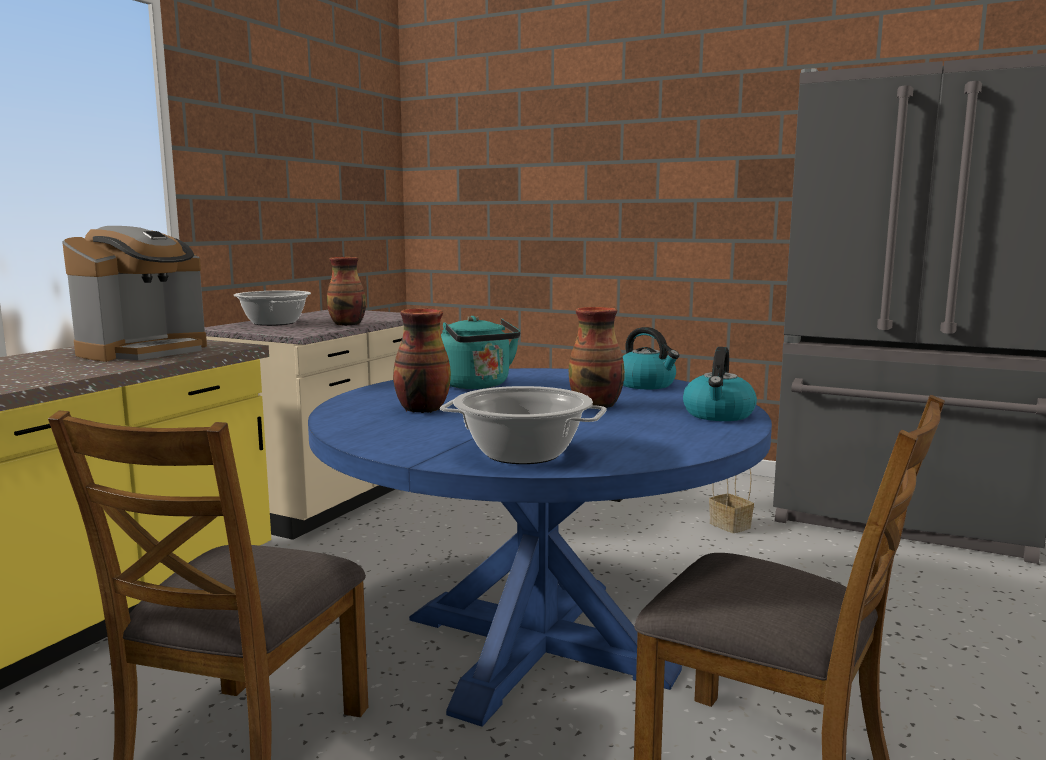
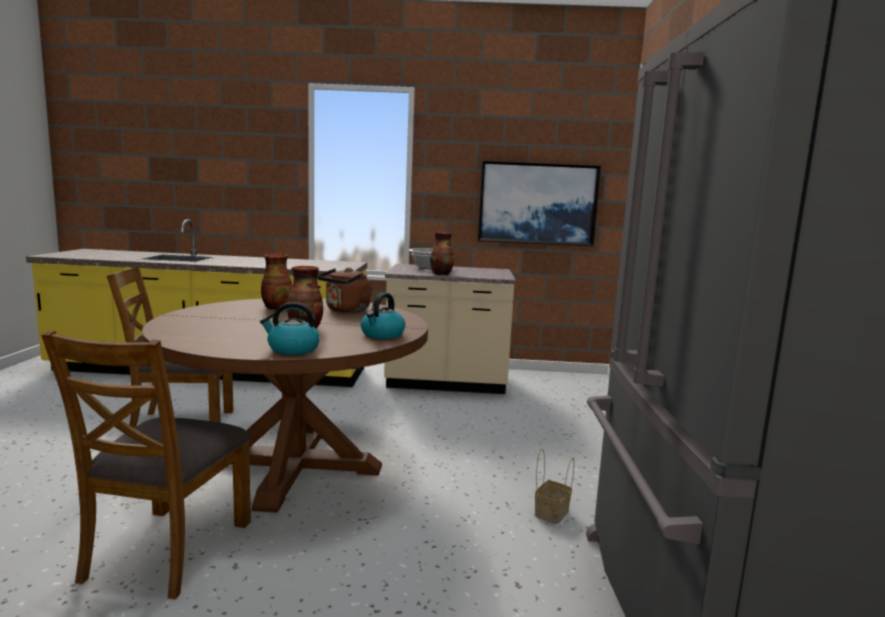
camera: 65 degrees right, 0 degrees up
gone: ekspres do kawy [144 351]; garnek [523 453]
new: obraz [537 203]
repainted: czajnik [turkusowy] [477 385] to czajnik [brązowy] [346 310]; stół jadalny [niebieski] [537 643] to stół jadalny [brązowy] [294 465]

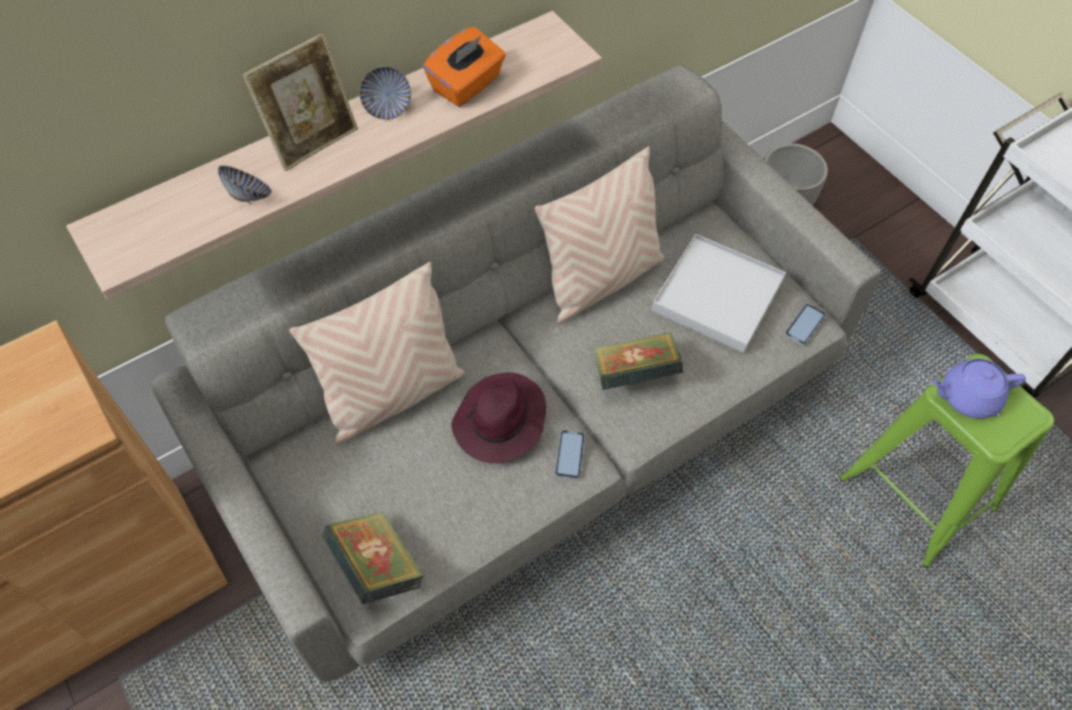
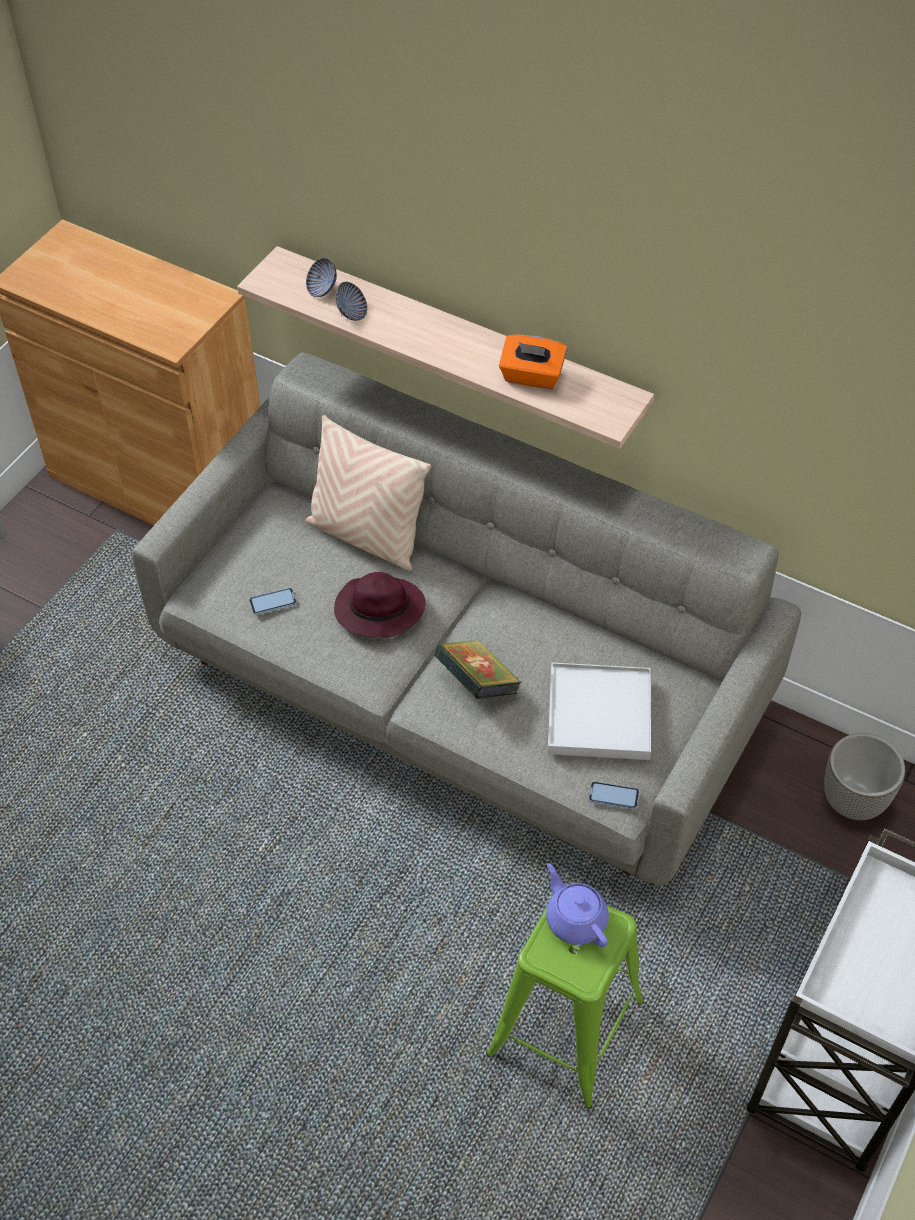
camera: 65 degrees right, 5 degrees down
gone: ramka na zdjęcie [313 140]; poduszka [beżowy] [601 280]; książka [377 567]
shifted: miska [387 108] to [322 289]; telefon [570 455] to [273 602]

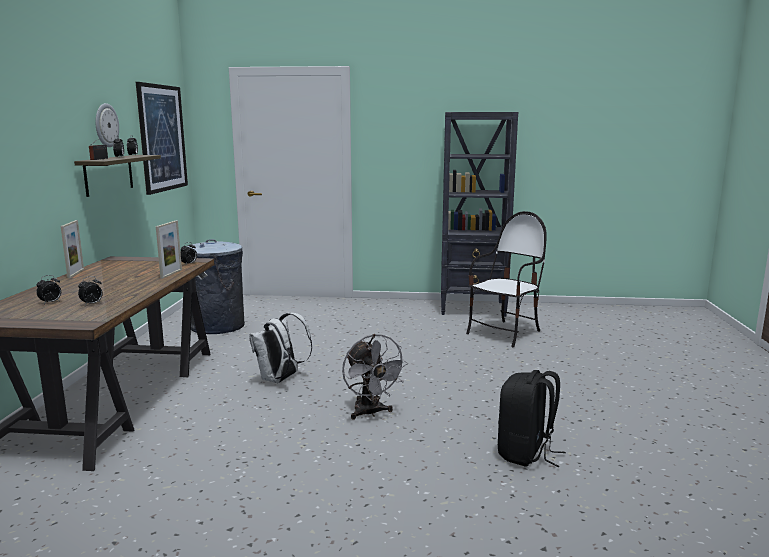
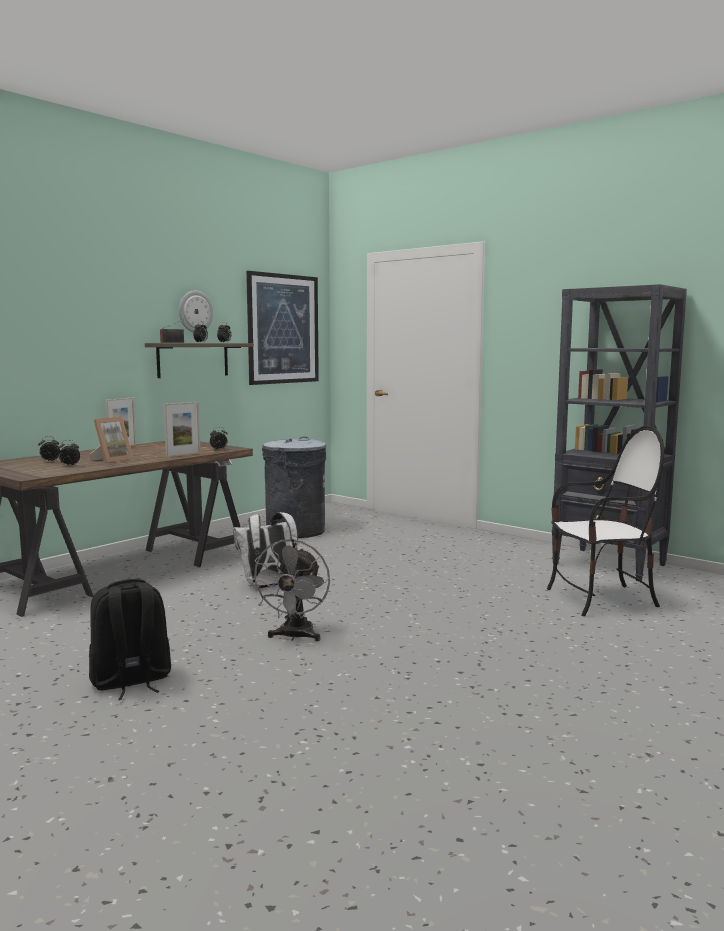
camera: 35 degrees right, 5 degrees down
new: ramka na zdjęcie [112 460]
shifted: plecak [czarny] [526 453] to [130 681]

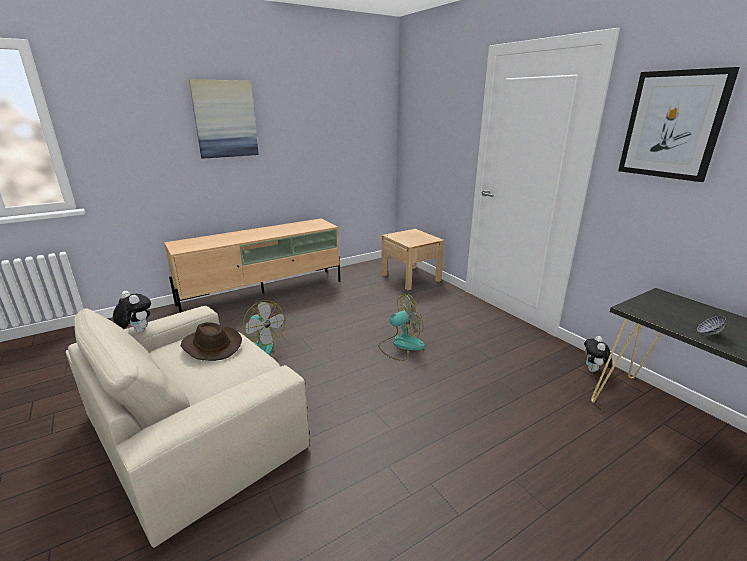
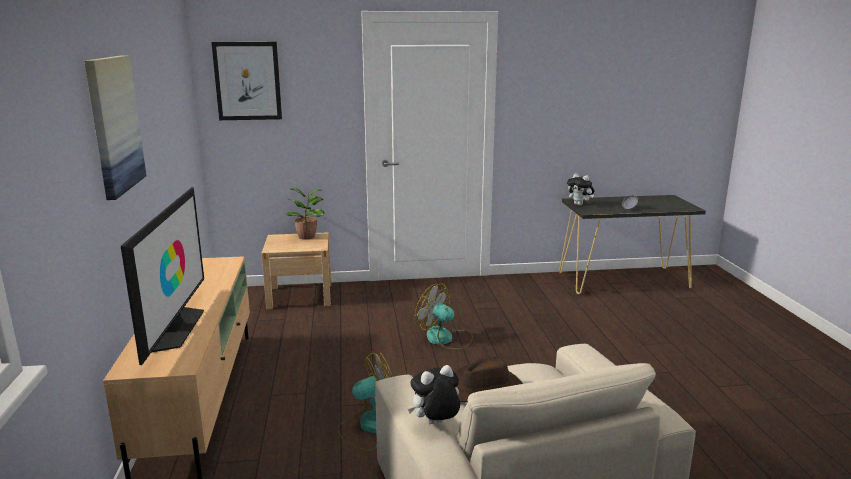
camera: 65 degrees left, 5 degrees down
new: telewizor [175 328]; roślina doniczkowa [308 236]
shifted: obraz [672 125] to [247 81]; pluszak [594 371] to [579 204]
rotated: wentylator [401 345] = [445 339] 60 degrees counterclockwise

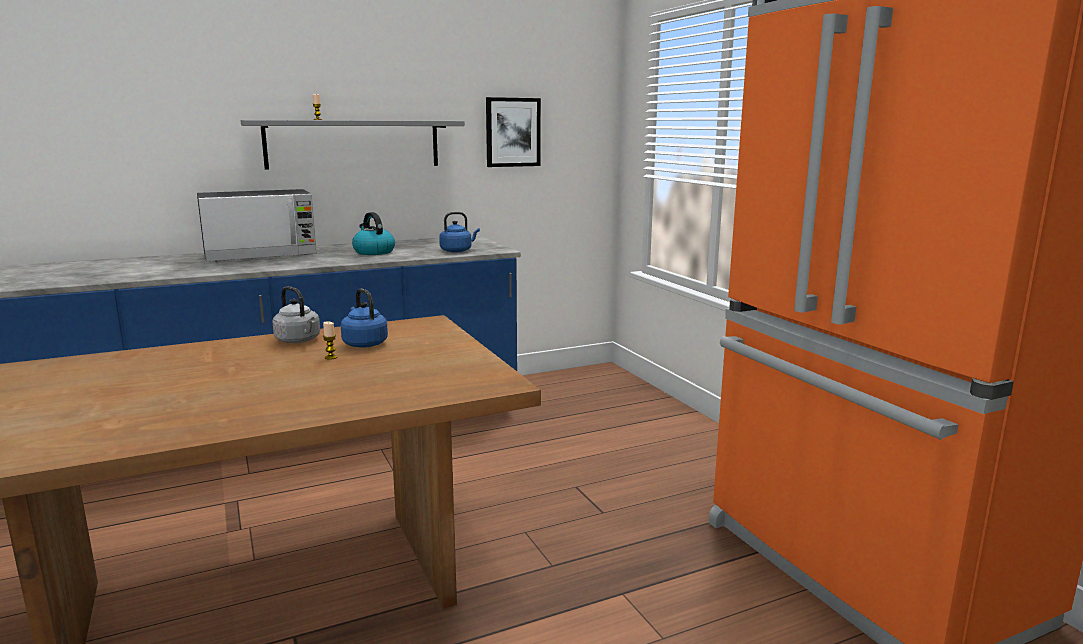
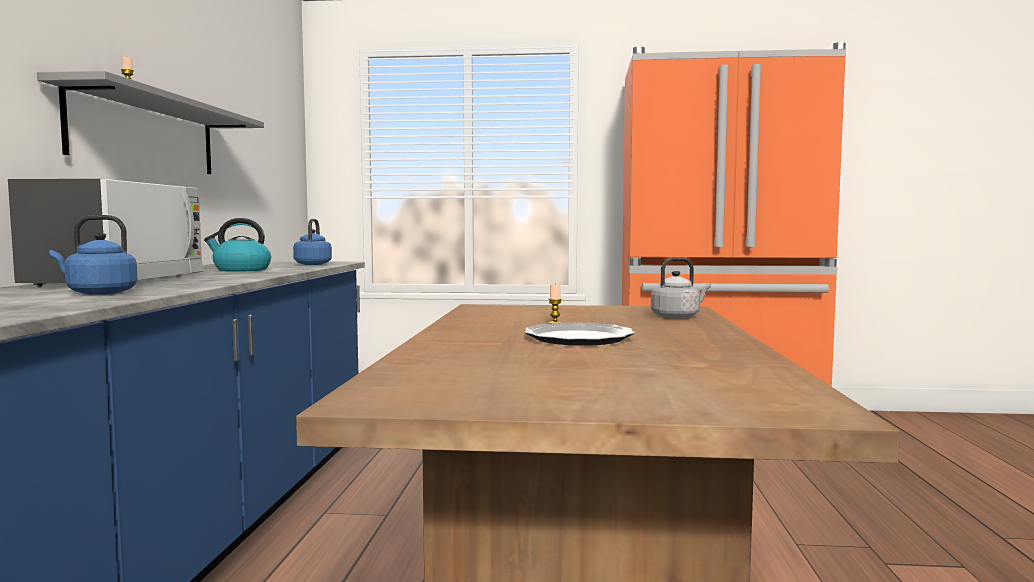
camera: 60 degrees left, 10 degrees down
gone: obraz [512 132]
new: talerz [579 338]
shifted: czajnik [szary] [299 341] to [677 316]; czajnik [niebieski] [364 343] to [98 293]

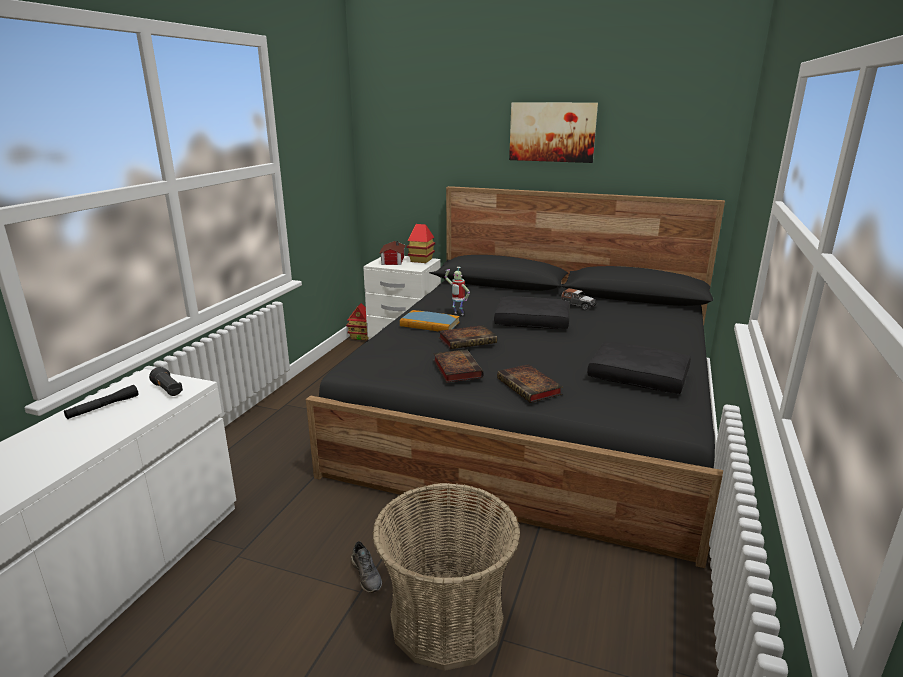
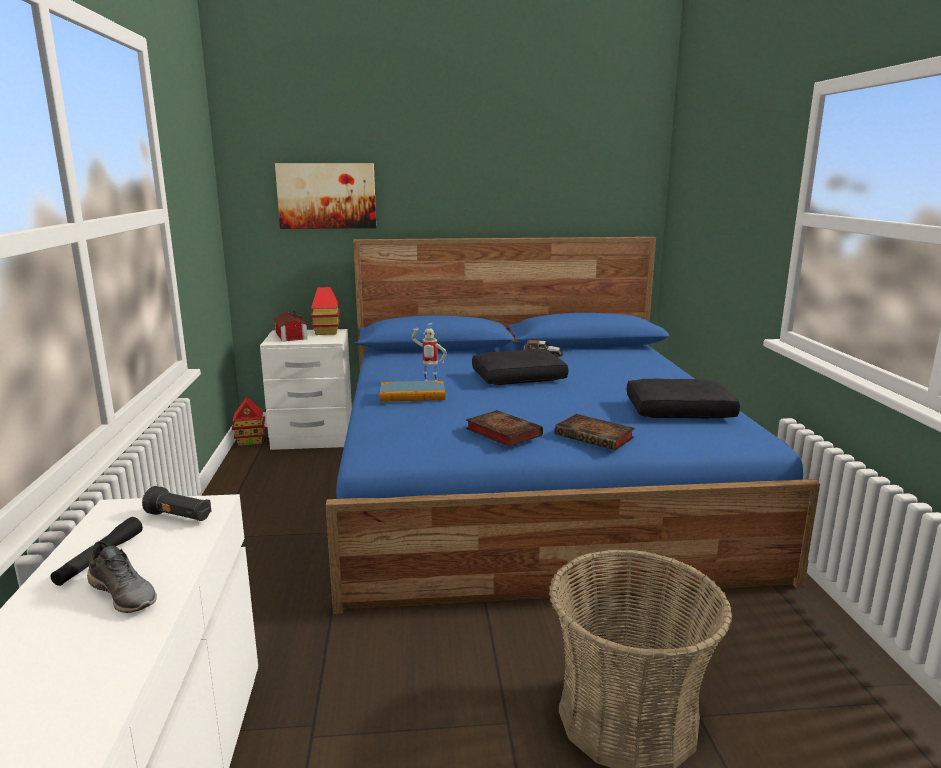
camera: 25 degrees left, 5 degrees down
gone: książka [468 340]
shifted: obraz [552 132] to [327 196]; but [szary] [367 575] to [124 593]
repainted: łóżko [czarny] [536 415] to łóżko [niebieski] [530 486]

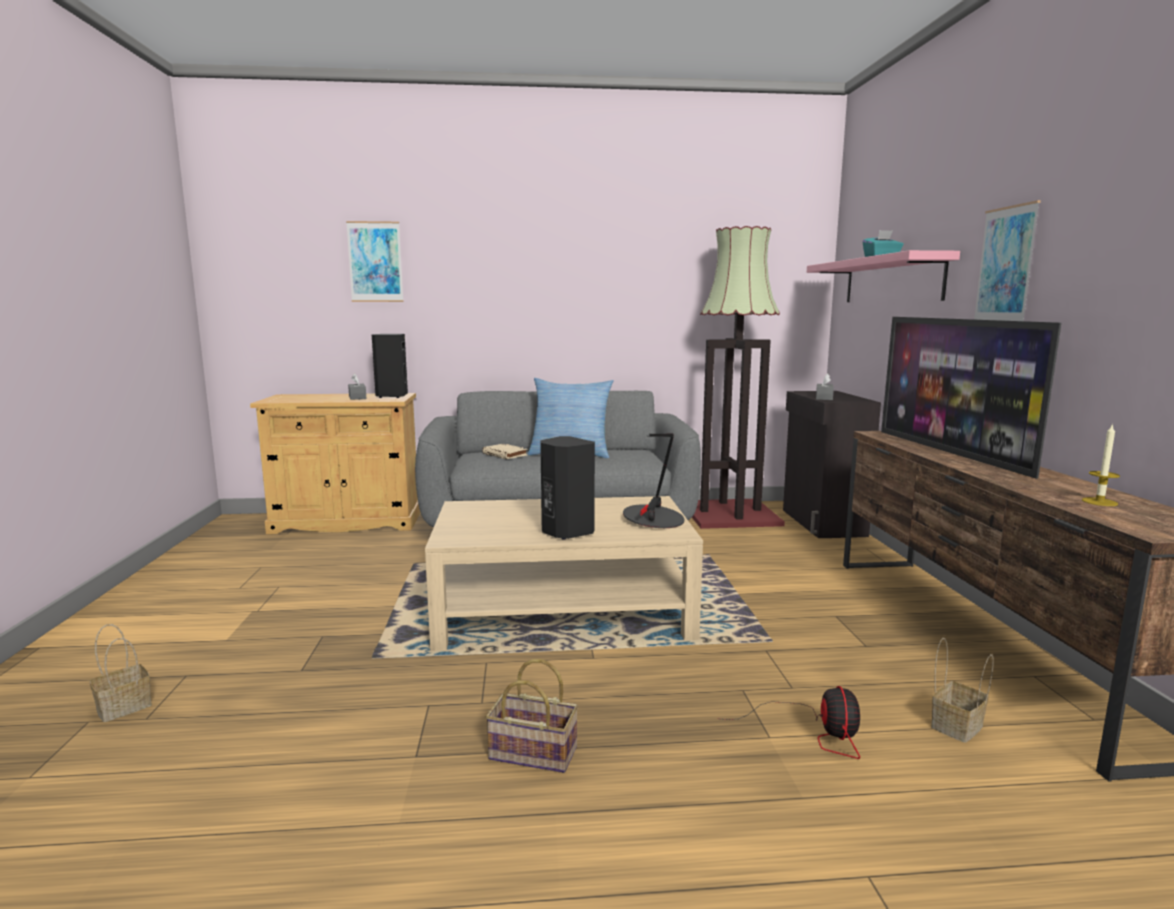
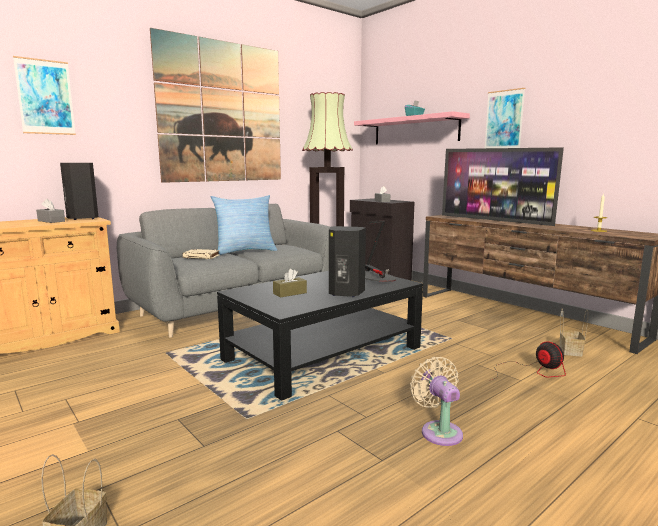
camera: 35 degrees left, 0 degrees up
new: obraz [222 112]; pudełko chusteczek [brązowy] [290 293]
swapped: koszyk [530 754] to wentylator [beżowy] [439 431]
repainted: ława [beżowy] [564 611] to ława [czarny] [324 353]

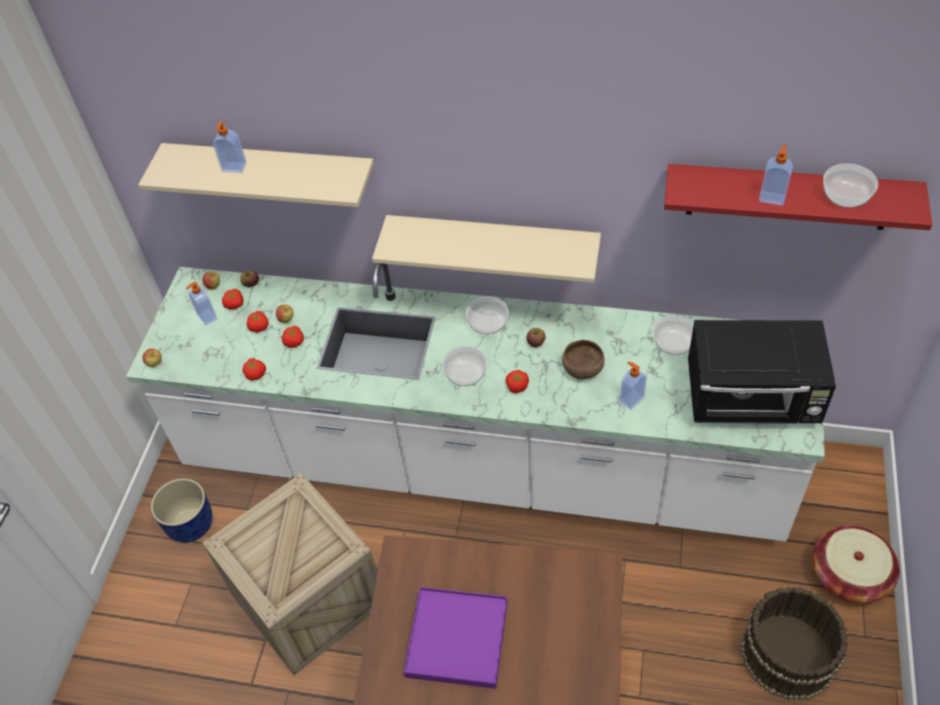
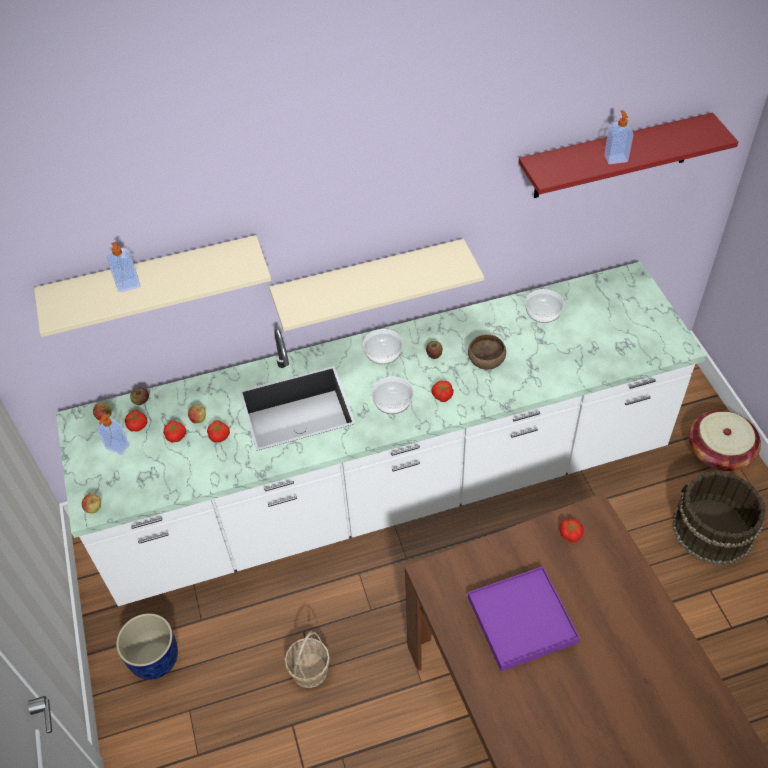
camera: 30 degrees left, 0 degrees up
gone: miska [846 196]; mikrofalówka [czarny] [752 399]; dozownik mydła [631 399]
shifted: pomidor [256 374] to [570 533]
swapped: skrzynka [308 598] to koszyk [309 670]

